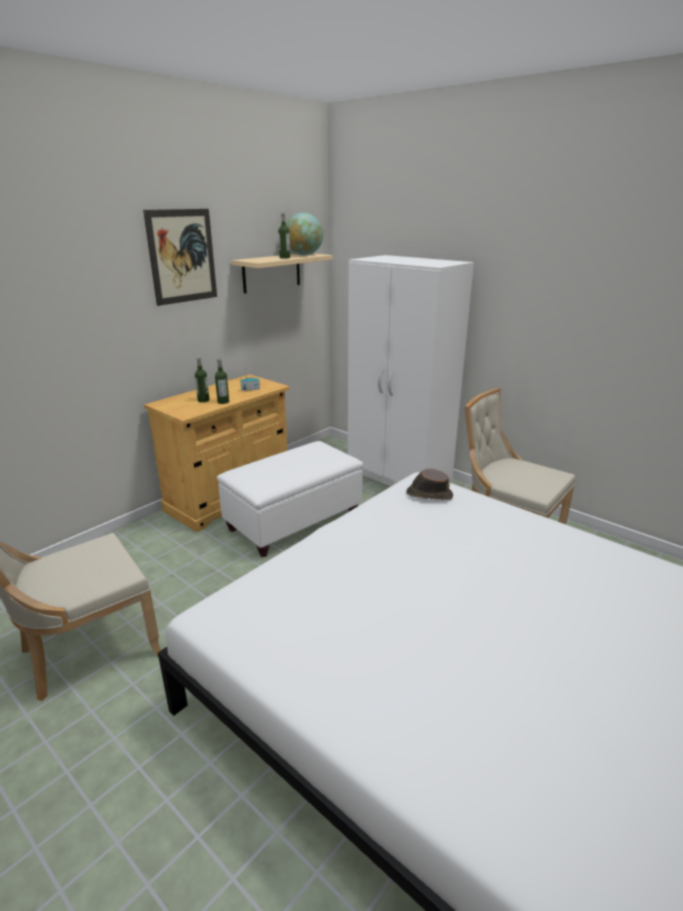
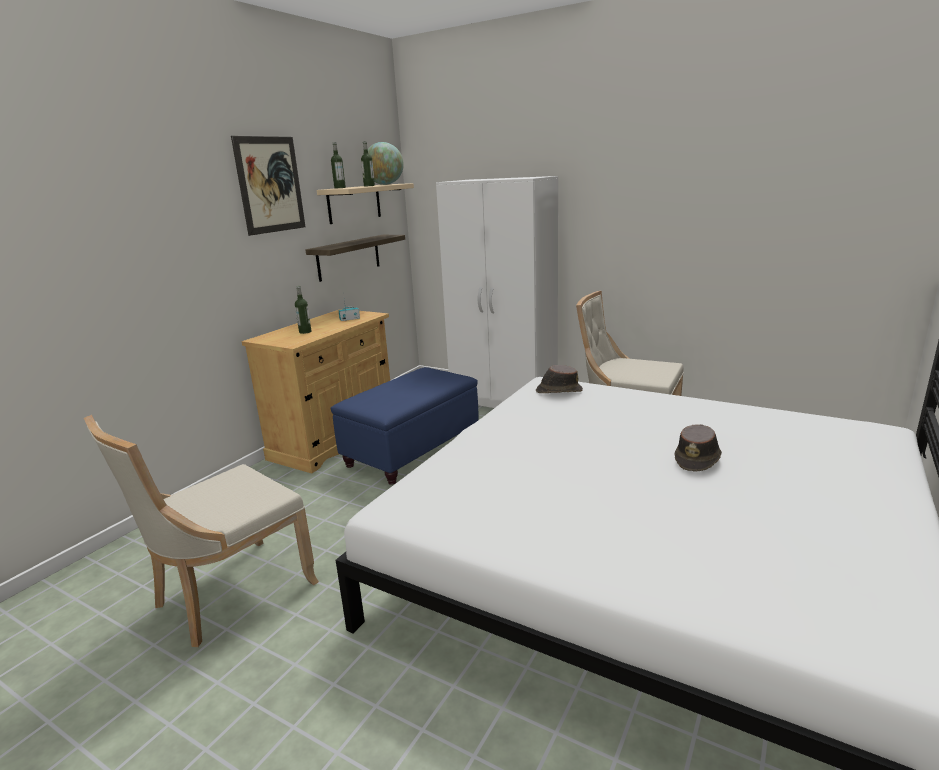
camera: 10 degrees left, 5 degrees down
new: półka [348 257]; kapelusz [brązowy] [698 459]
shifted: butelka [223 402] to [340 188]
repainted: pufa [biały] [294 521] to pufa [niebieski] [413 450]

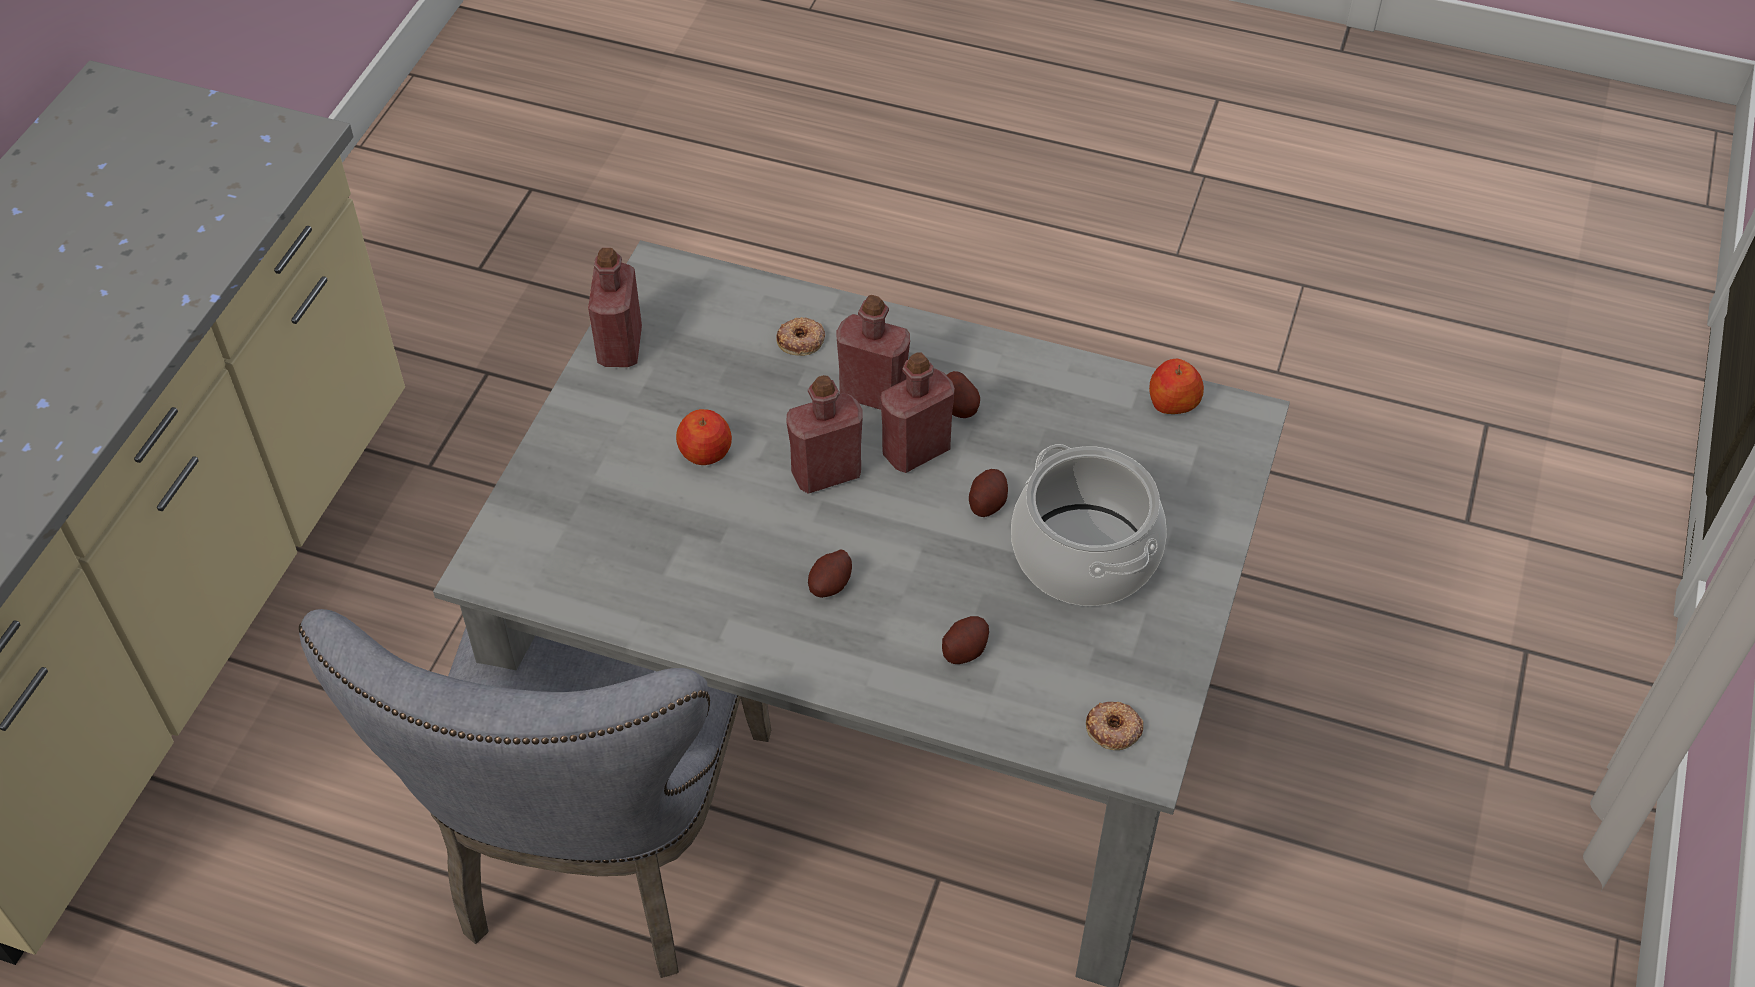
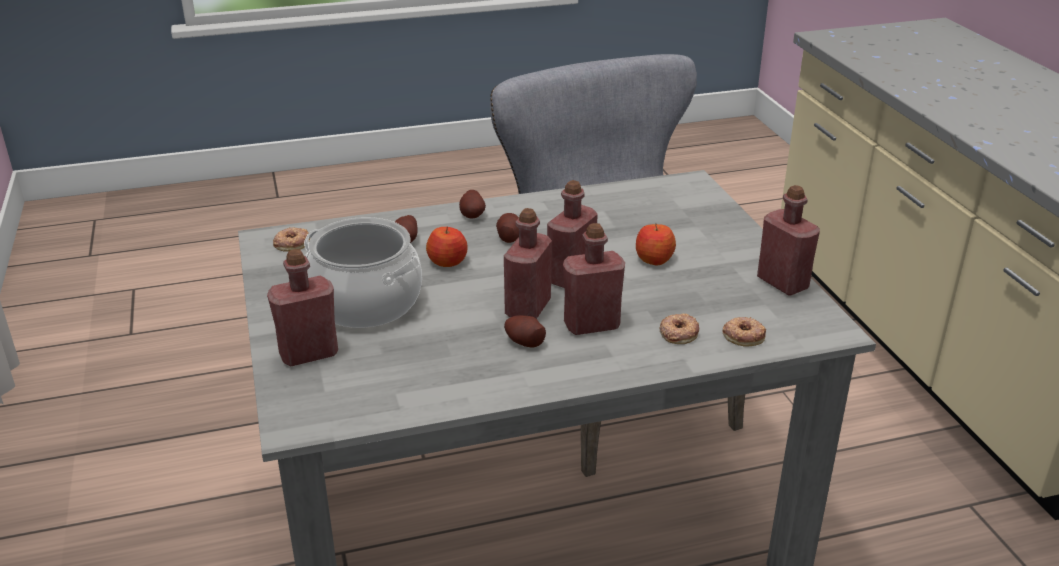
camera: 145 degrees right, 20 degrees down
new: butelka [czerwony] [309 354]; donut [743 335]
shifted: jabłko [1173 402] to [448 262]; ziemniak [987 502] to [472 215]

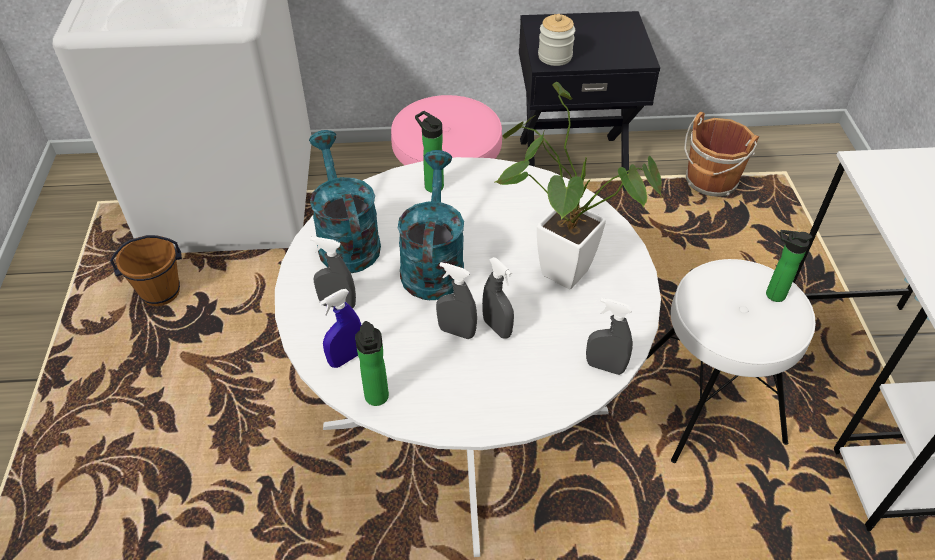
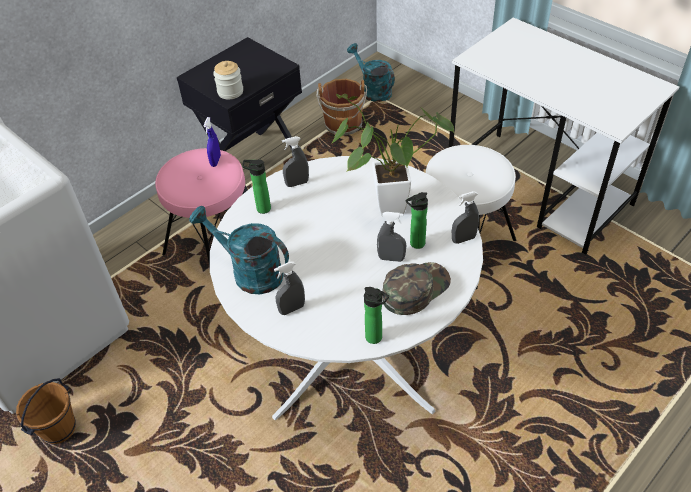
camera: 40 degrees left, 0 degrees up
new: czapka z daszkiem [zielony] [415 289]
shifted: konewka [turkusowy] [433 263] to [373 91]; butelka [772 294] to [415 244]; spryskiwacz [szary] [456 332] to [297 183]; spryskiwacz [niebieski] [346 358] to [215 161]

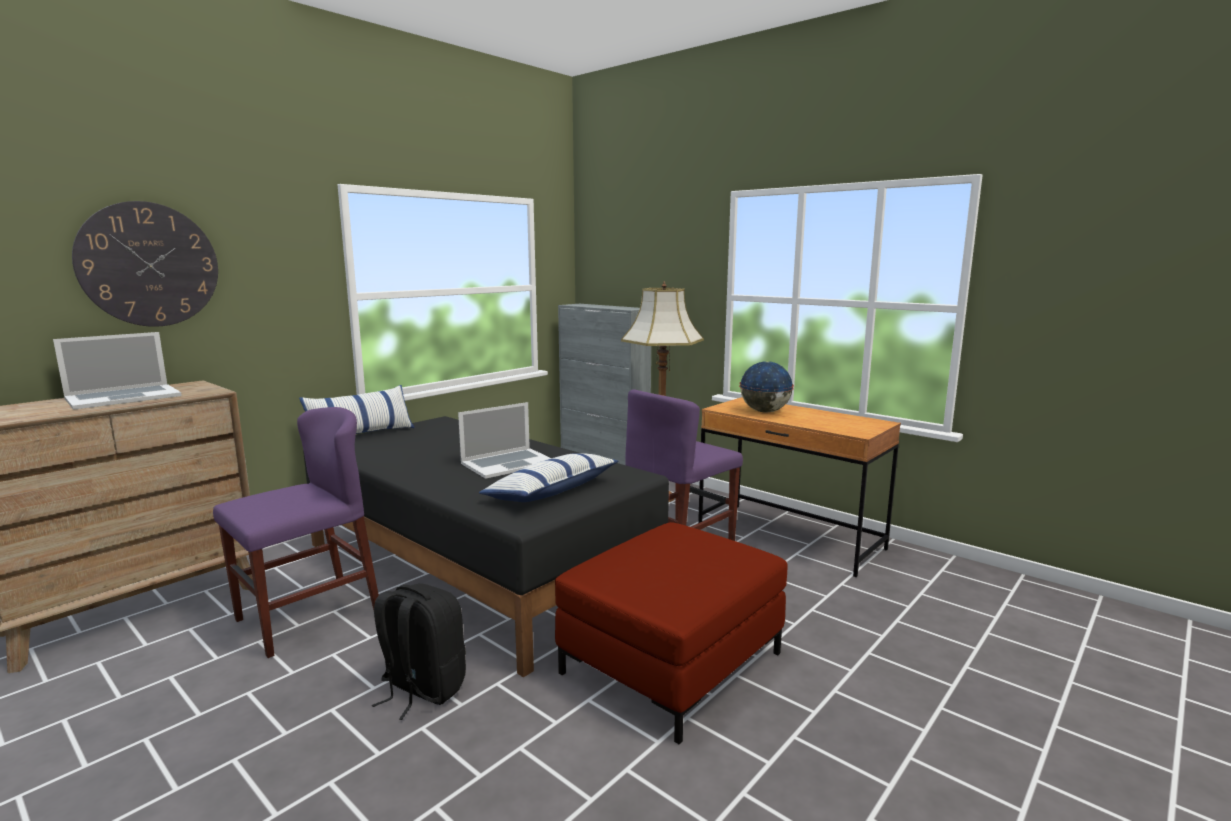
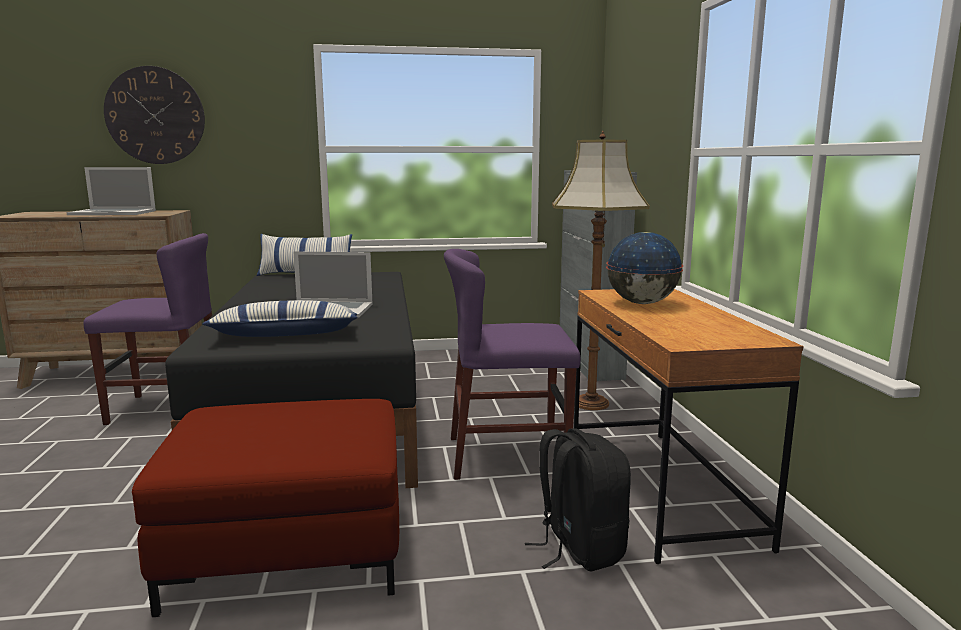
camera: 40 degrees right, 0 degrees up
shifted: plecak [czarny] [421 689] to [579 549]

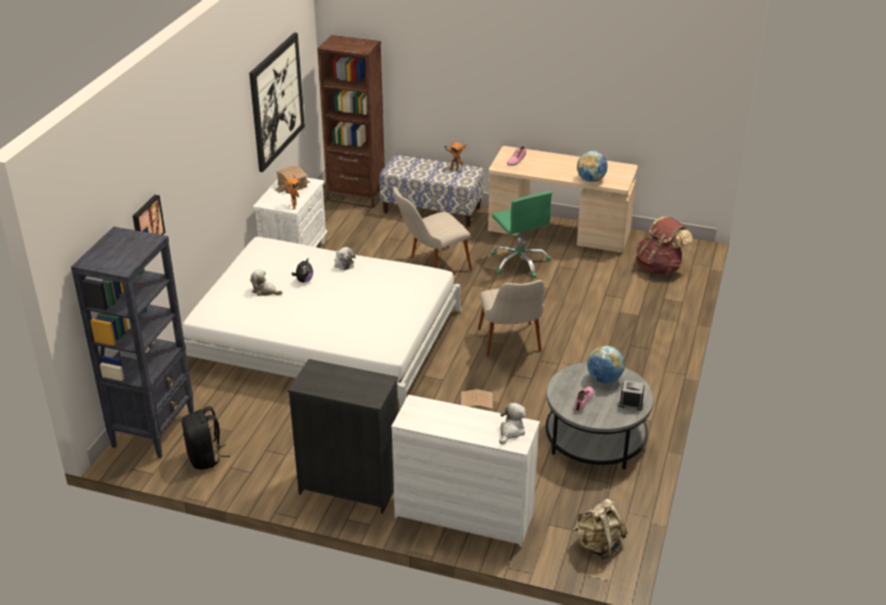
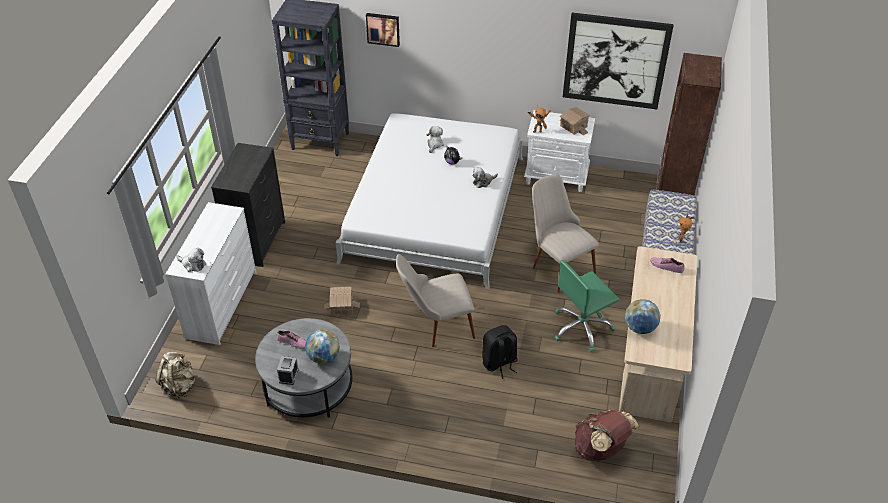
camera: 85 degrees right, 10 degrees up
shifted: plecak [czarny] [205 458] to [499 363]

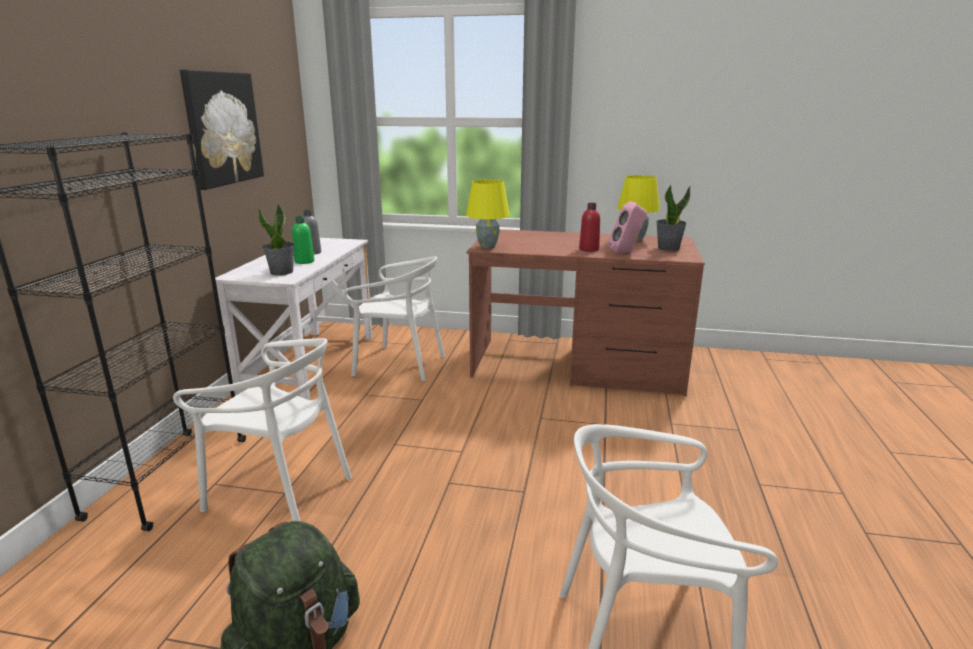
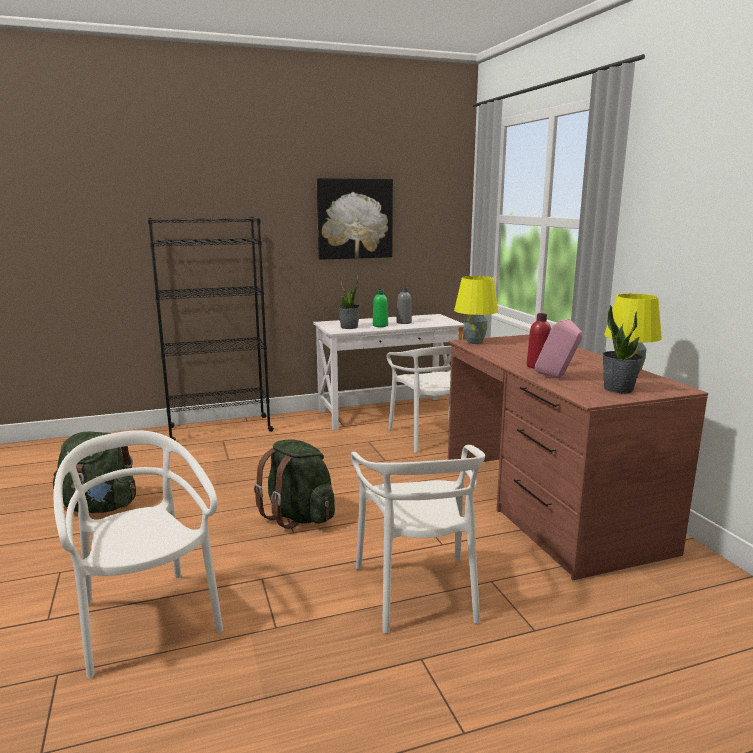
camera: 60 degrees right, 5 degrees down
new: plecak [zielony] [298 516]
shifted: krzesło [biały] [280 490] to [418 591]

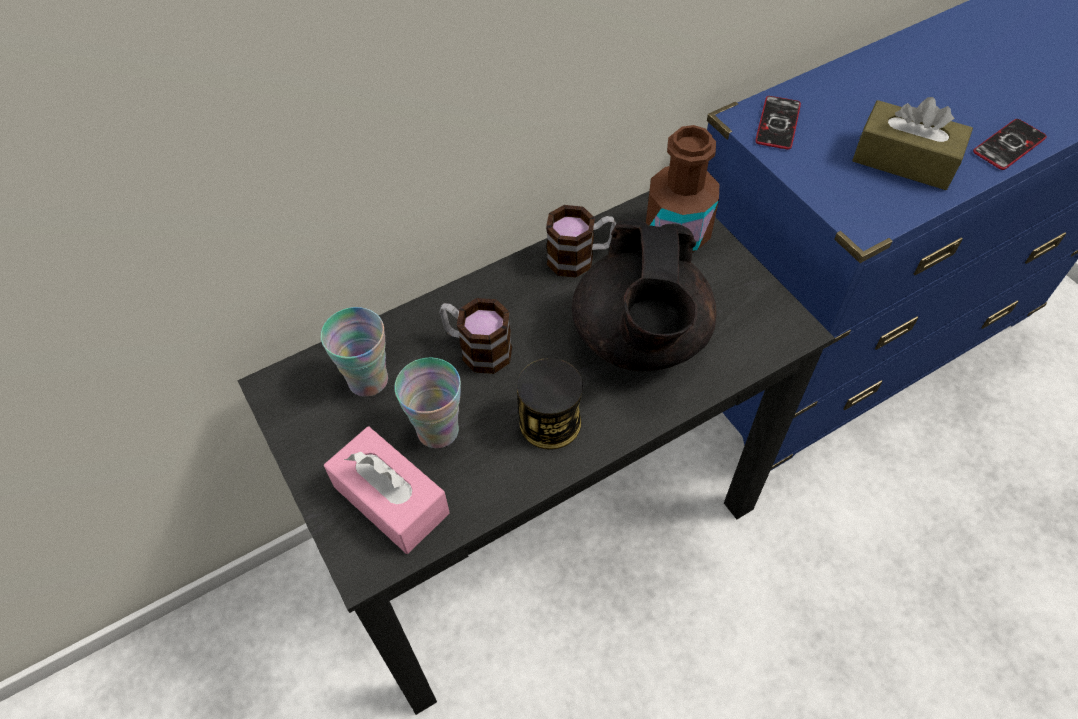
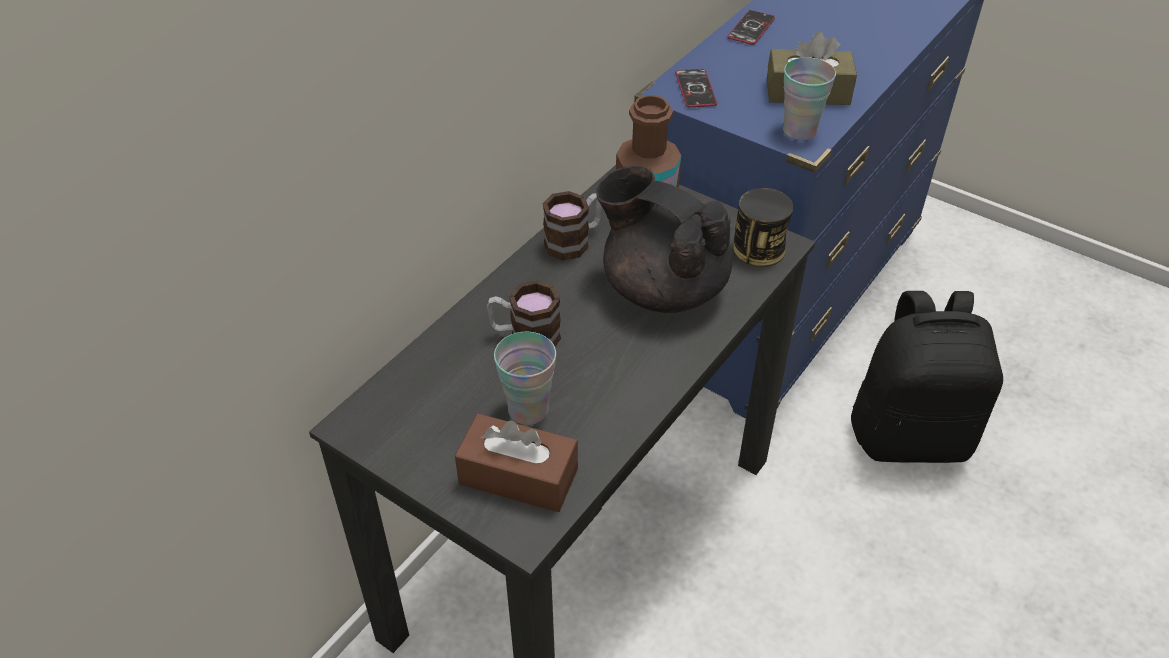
camera: 25 degrees left, 10 degrees down
new: plecak [czarny] [910 435]
shifted: telefon [1009 145] to [751 28]; filiżanka [368 380] to [799 131]; puszka [550 422] to [759 249]
repainted: pudełko chusteczek [różowy] [391 499] to pudełko chusteczek [brązowy] [518 476]
rotated: imbryk [czarny] [640 339] = [662 288] 150 degrees clockwise

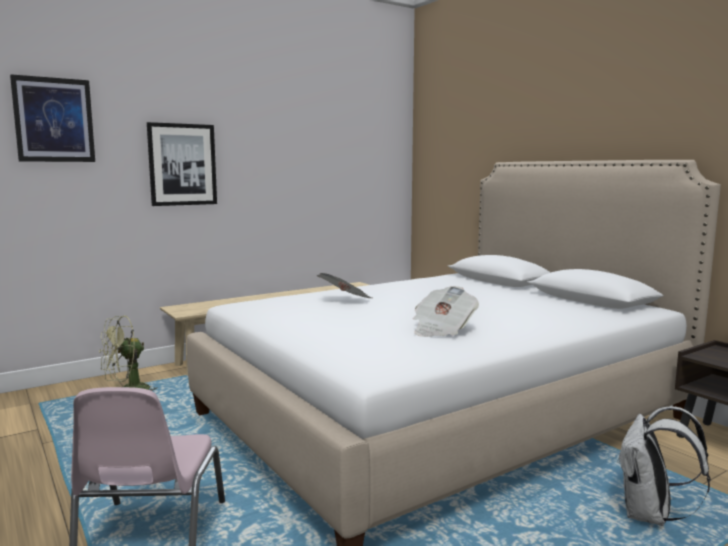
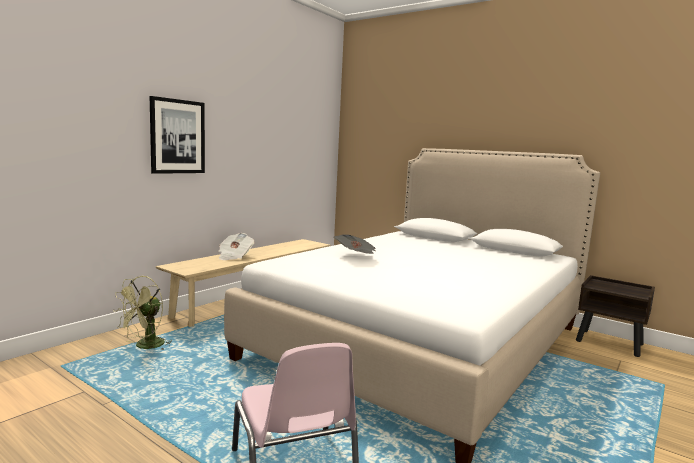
camera: 20 degrees left, 0 degrees up
gone: obraz [54 120]; plecak [biały] [650 516]
shifted: gazeta [442 330] to [234 256]

